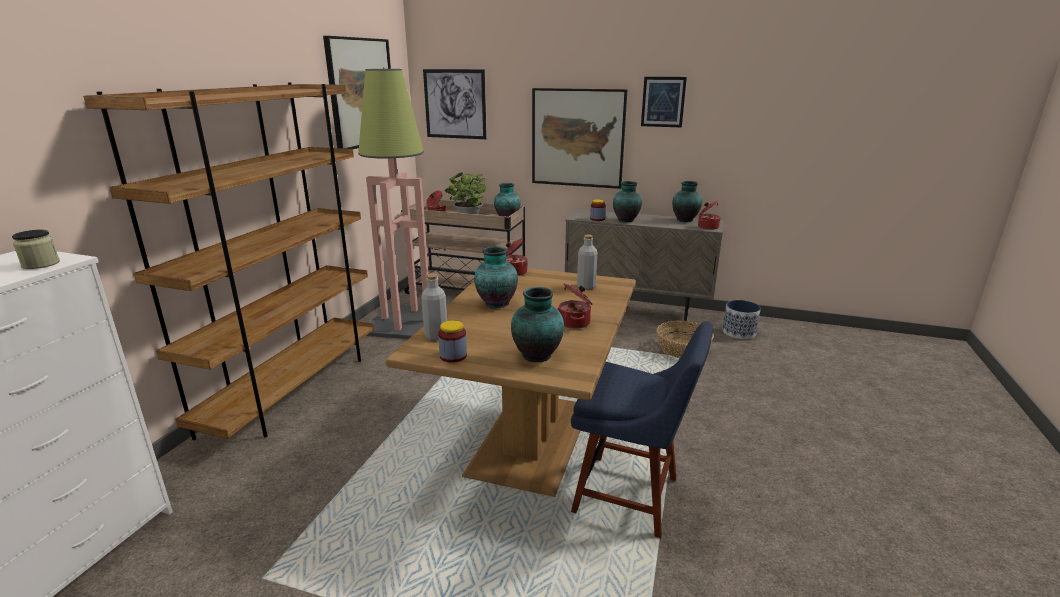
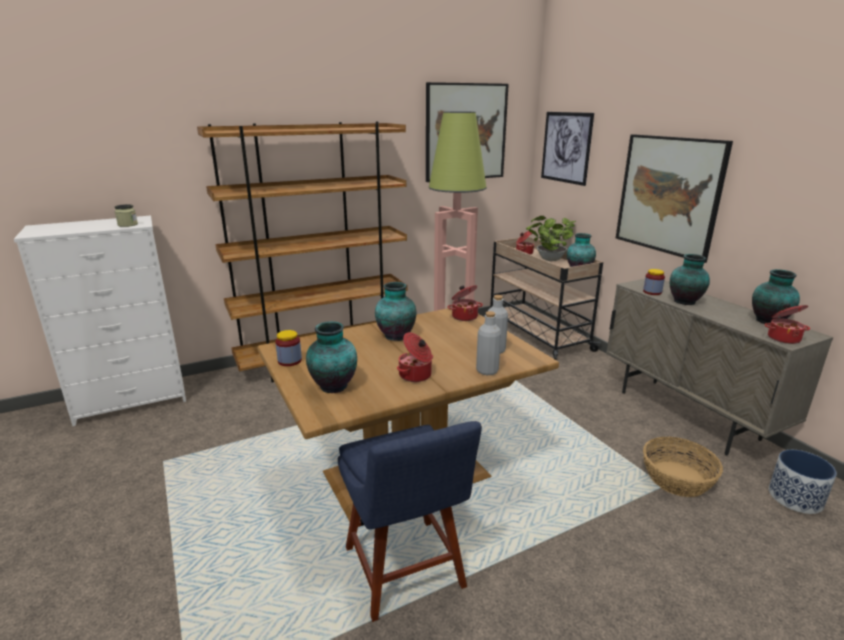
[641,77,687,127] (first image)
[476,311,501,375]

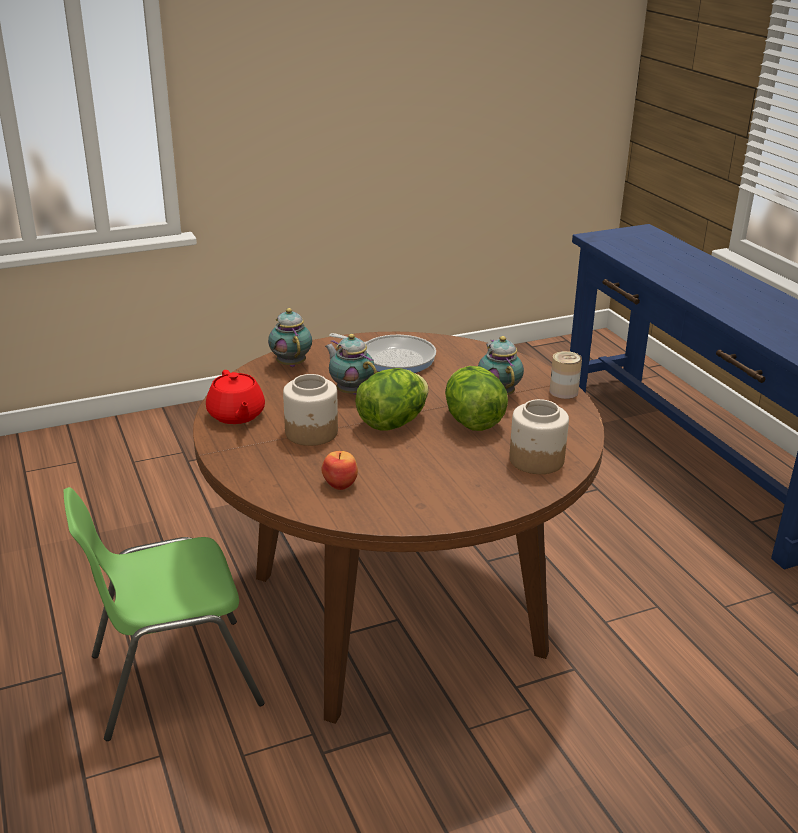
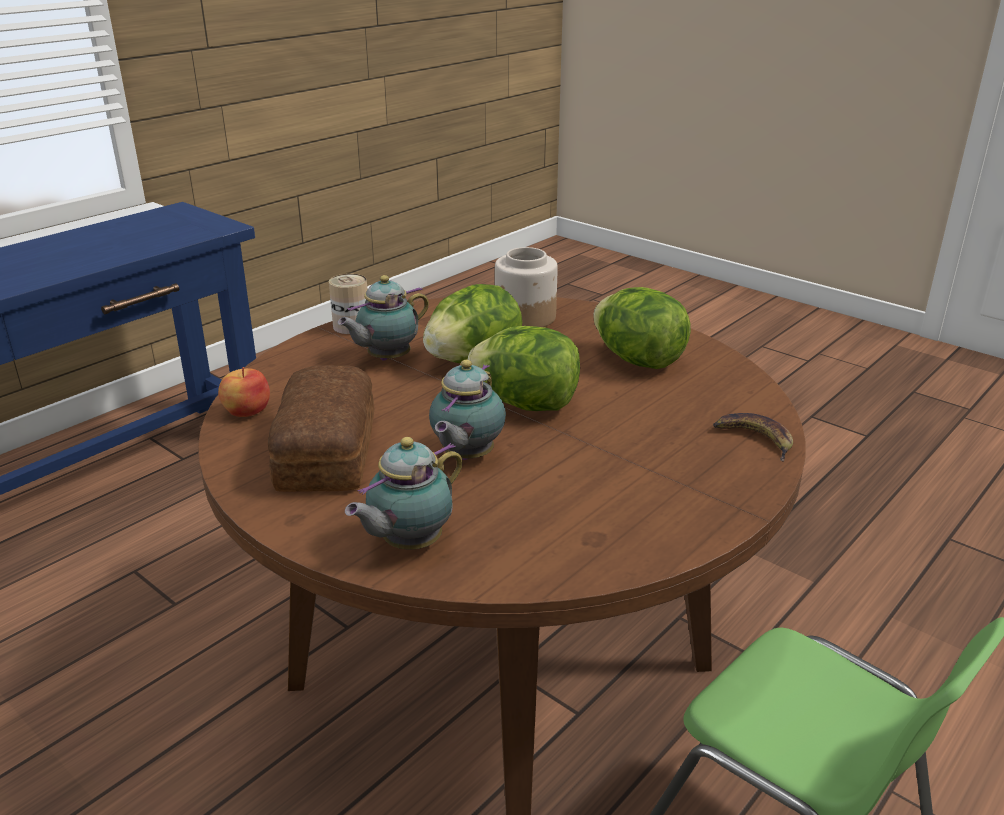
[268,365,374,492]
[206,370,265,424] (first image)
[283,374,338,446] (first image)
[218,367,270,417]
[593,287,691,369]
[713,413,793,462]

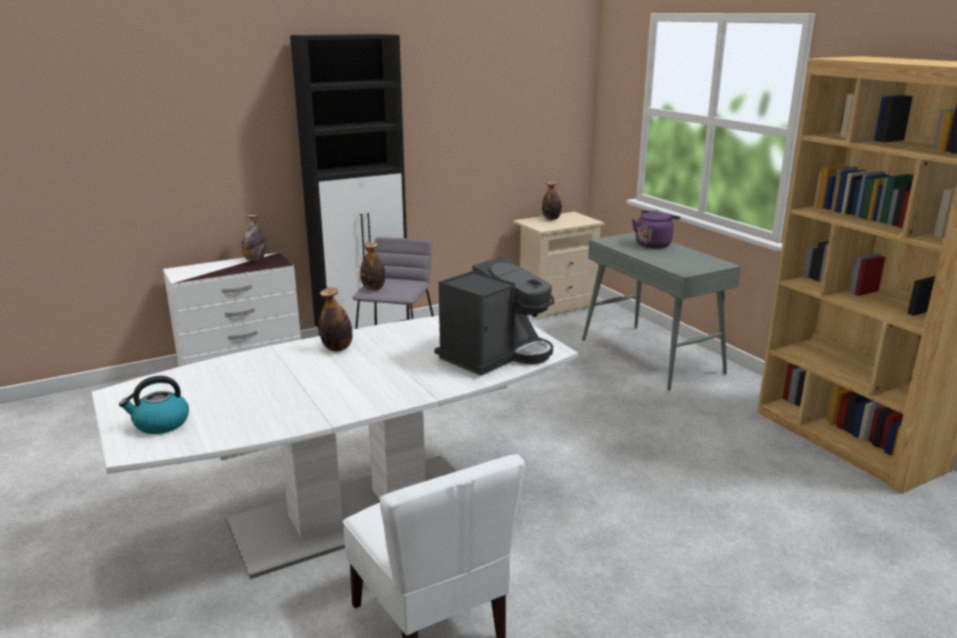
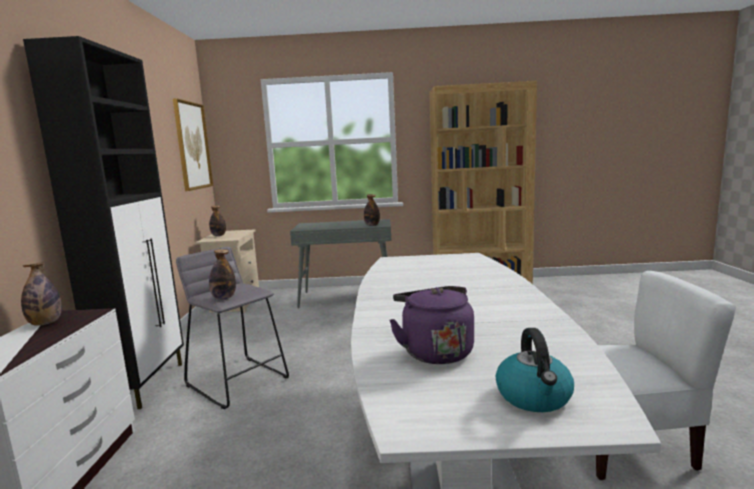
[389,286,474,364]
[435,256,555,376] (first image)
[364,194,380,226]
[173,98,213,191]

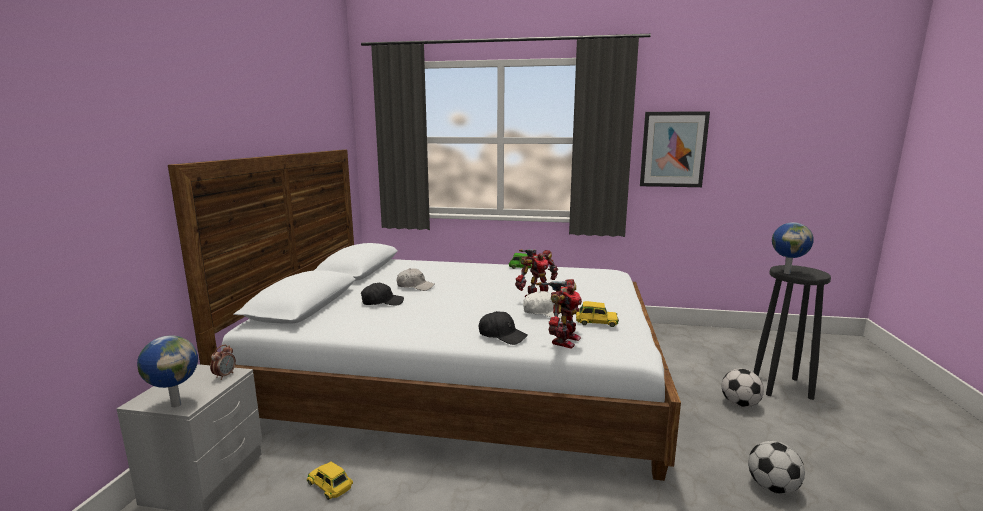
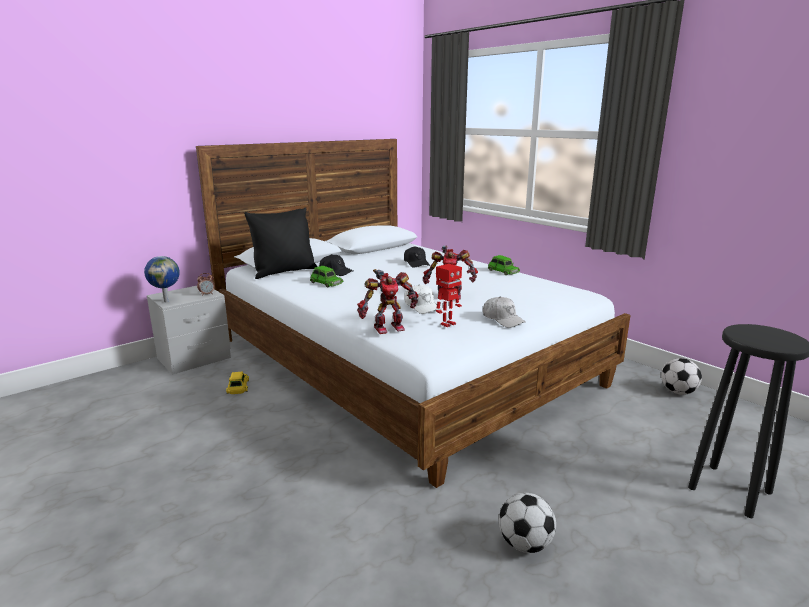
[640,111,710,187] (first image)
[772,222,814,274] (first image)
[483,296,526,328]
[436,264,462,327]
[404,246,430,268]
[661,358,702,395]
[244,207,317,279]
[310,266,343,287]

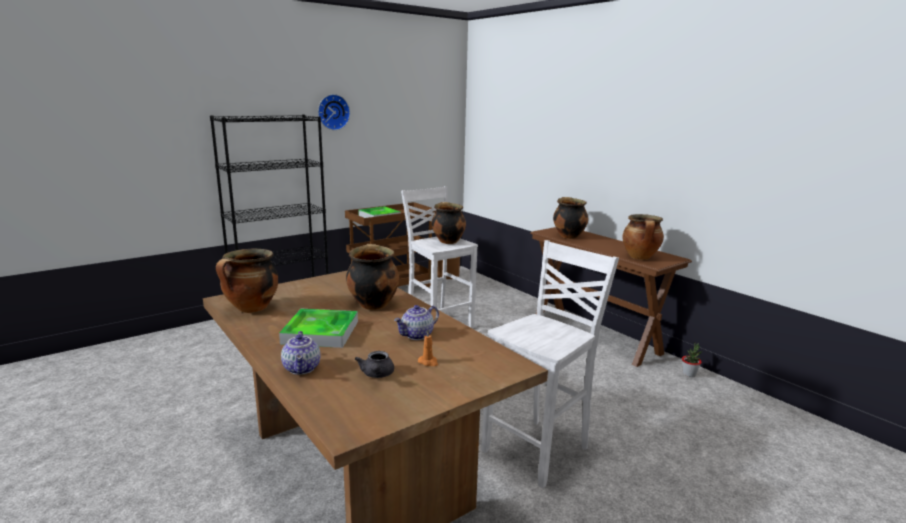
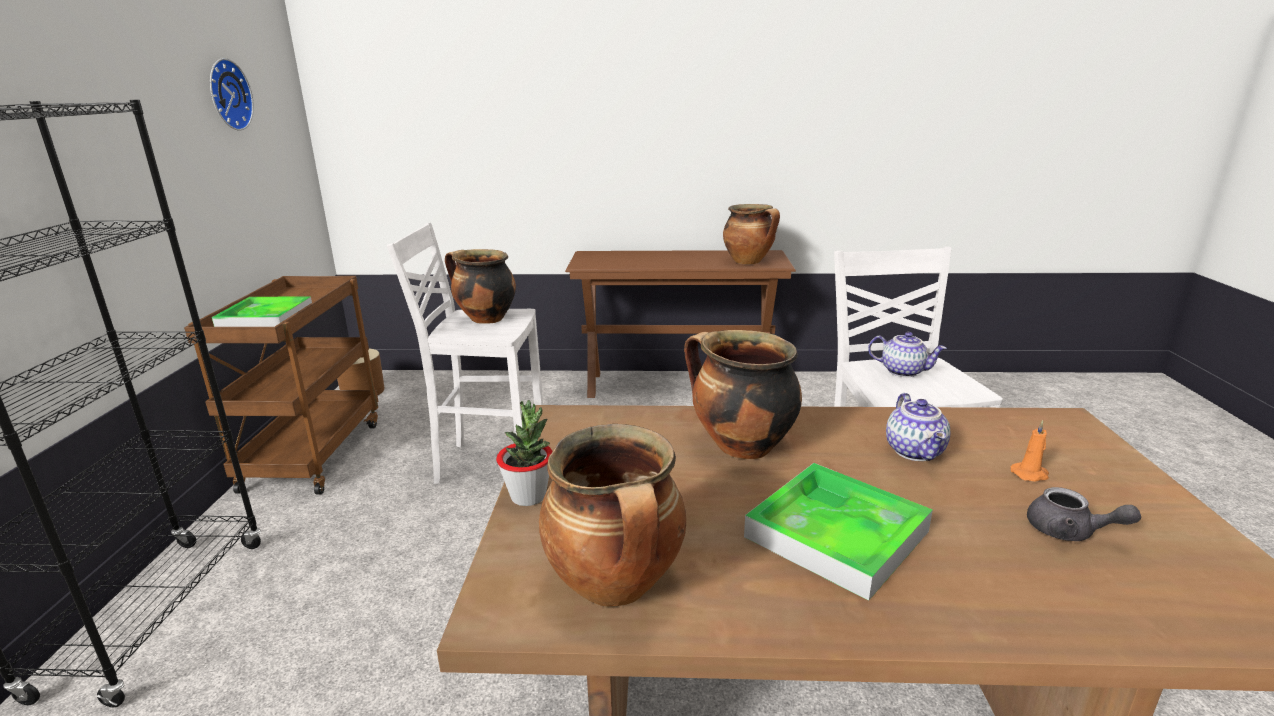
[210,58,254,131]
[553,197,588,239] (first image)
[868,332,947,377]
[496,400,553,506]

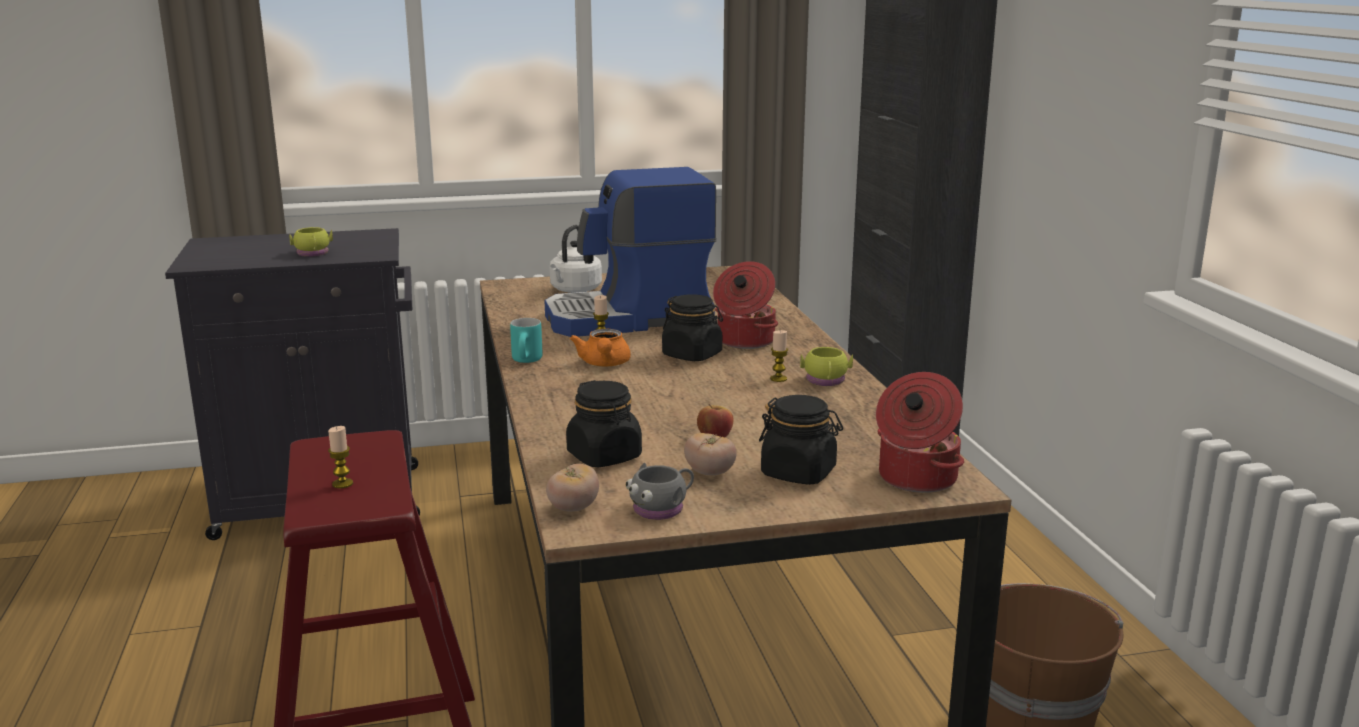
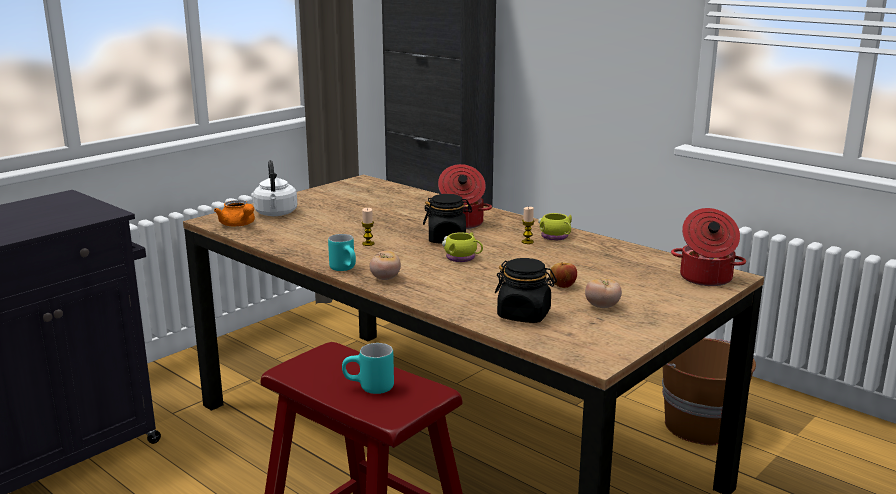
[544,167,717,337] (first image)
[442,232,483,262]
[214,200,255,227]
[759,395,843,485] (first image)
[342,343,394,394]
[626,463,694,520] (first image)
[370,251,401,280]

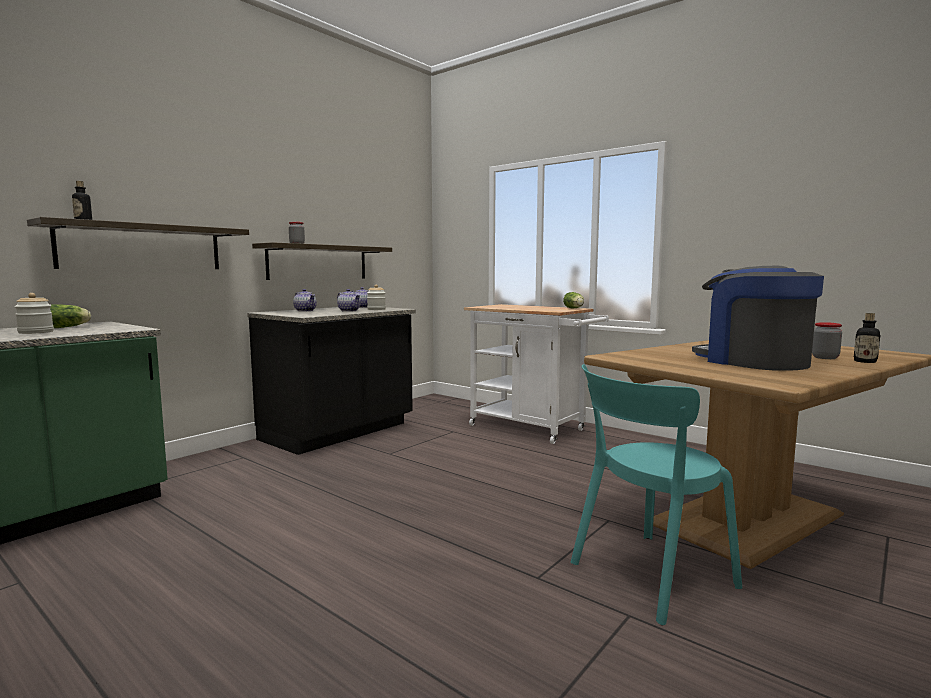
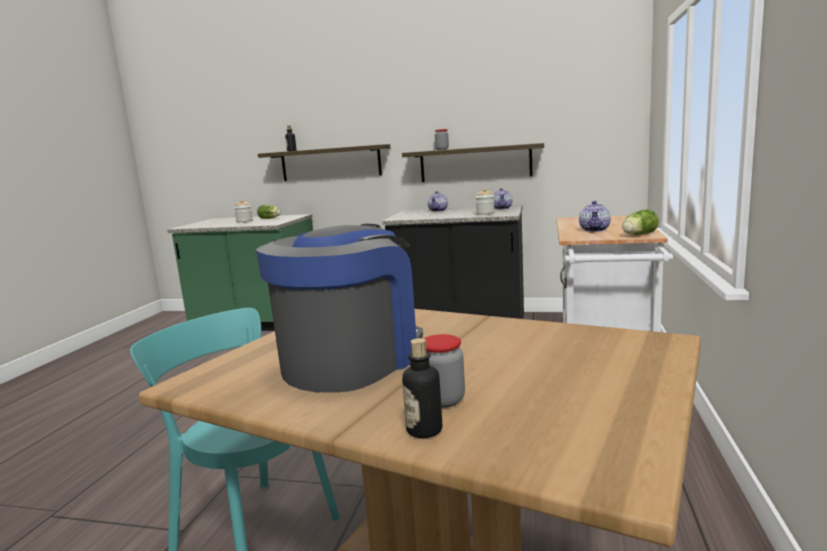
[579,201,611,232]

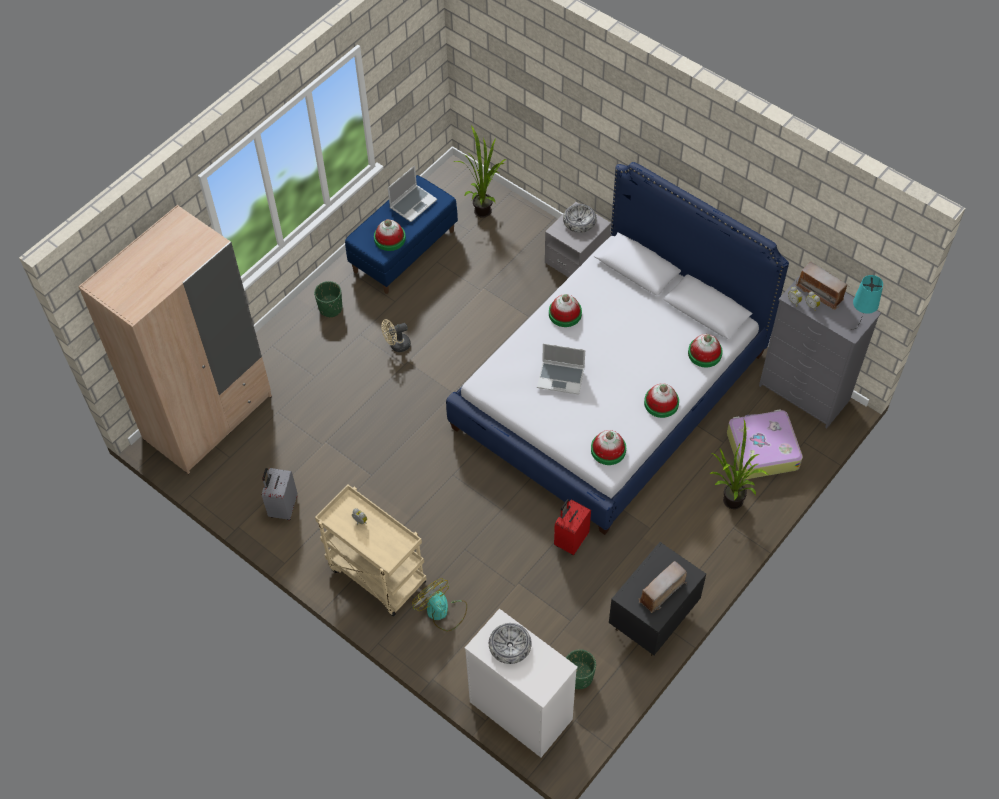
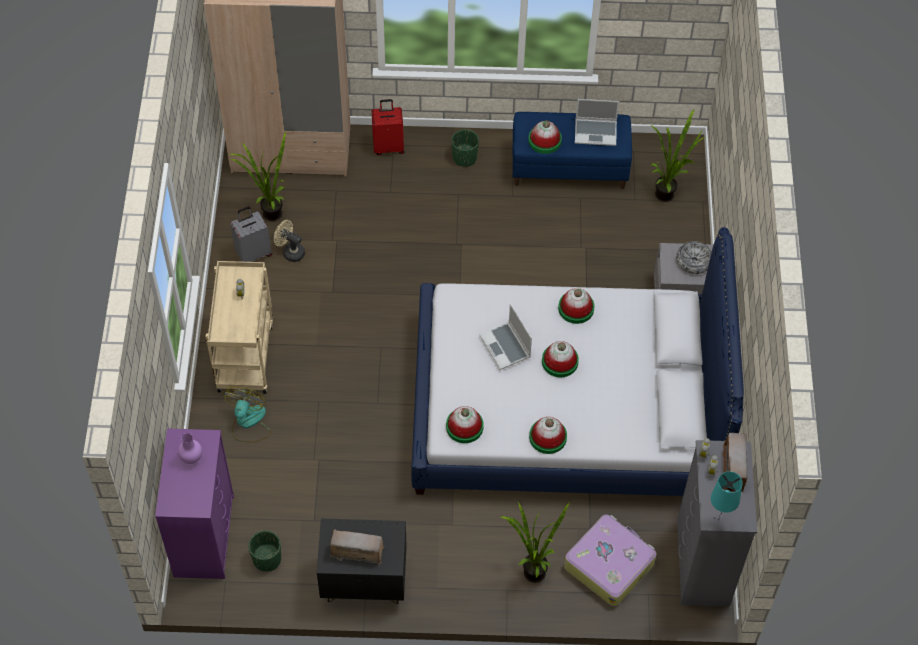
[274,220,305,262]
[542,341,579,377]
[372,99,404,156]
[155,429,234,579]
[178,433,202,464]
[227,131,286,221]

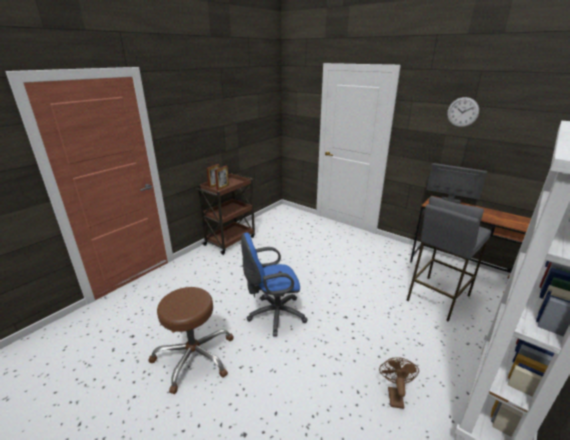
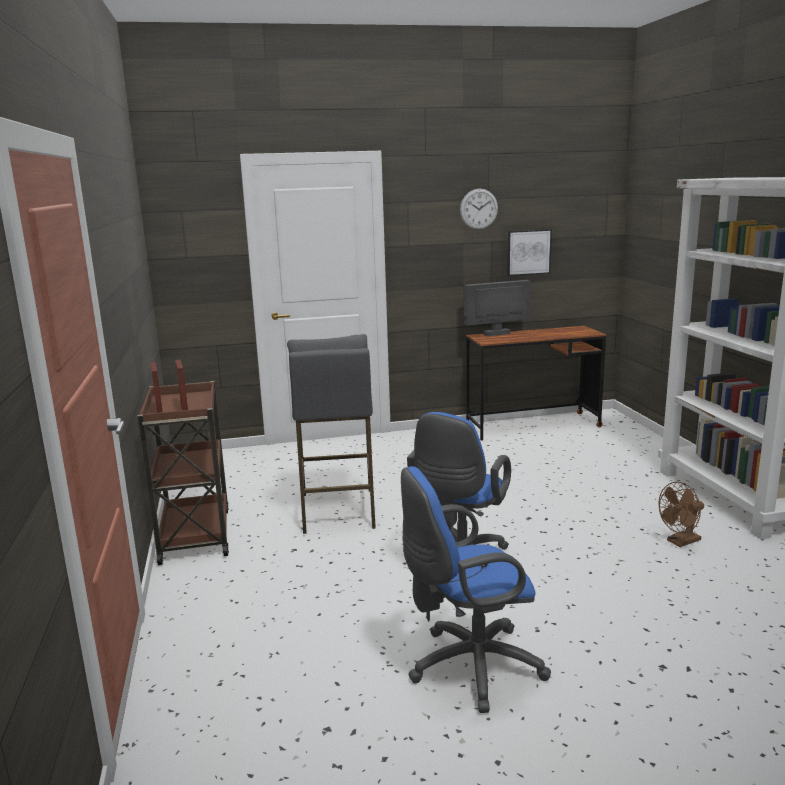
[287,334,376,534]
[401,466,551,713]
[658,482,704,547]
[507,229,552,276]

